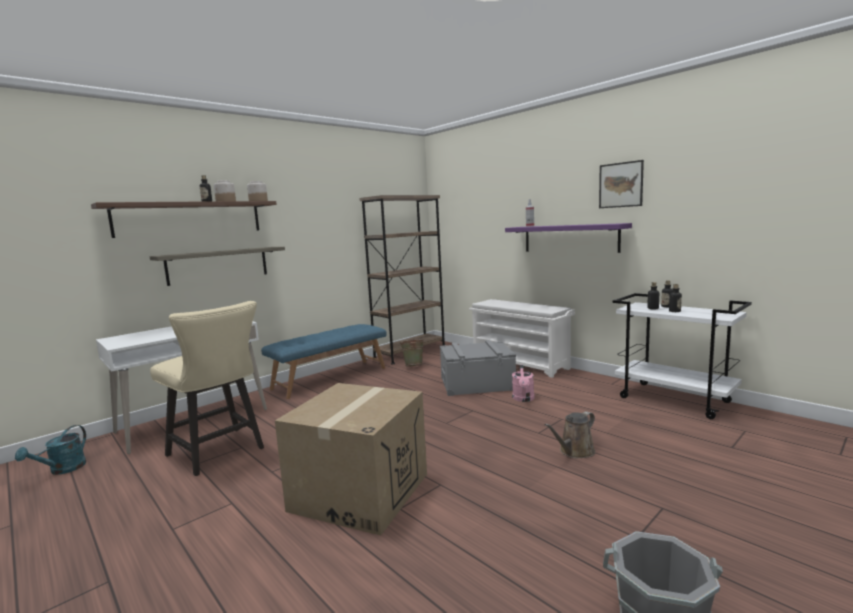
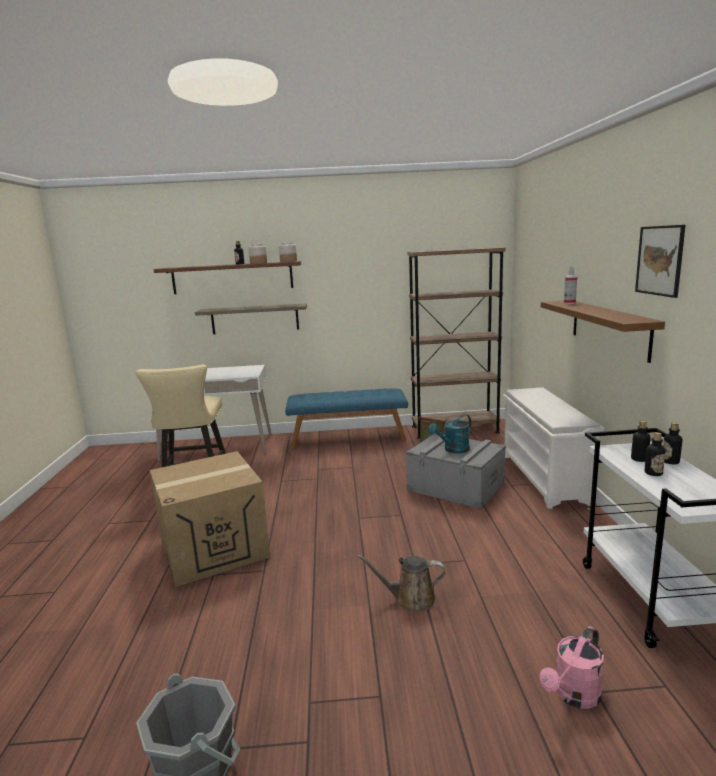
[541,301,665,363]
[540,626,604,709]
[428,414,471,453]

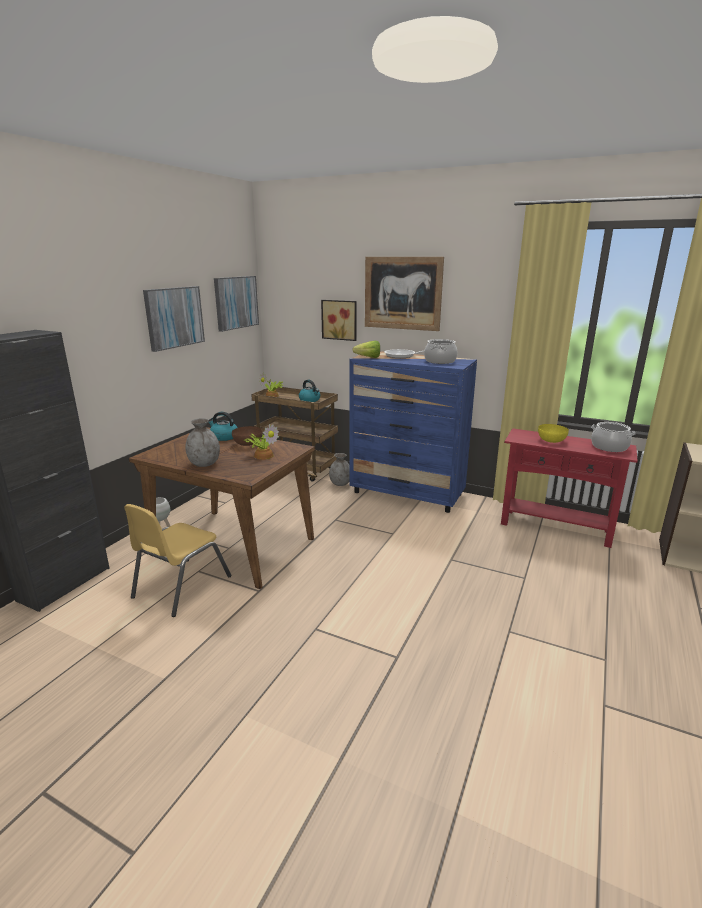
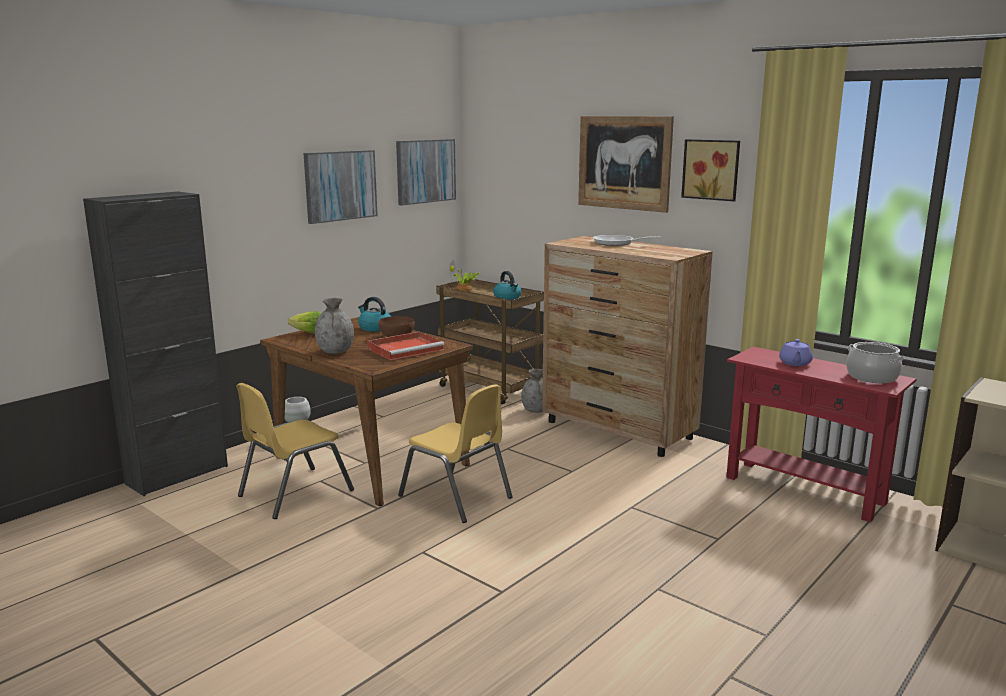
[681,139,740,201]
[424,339,458,364] (first image)
[288,311,321,334]
[542,236,712,457]
[367,332,444,360]
[779,339,813,366]
[398,385,512,523]

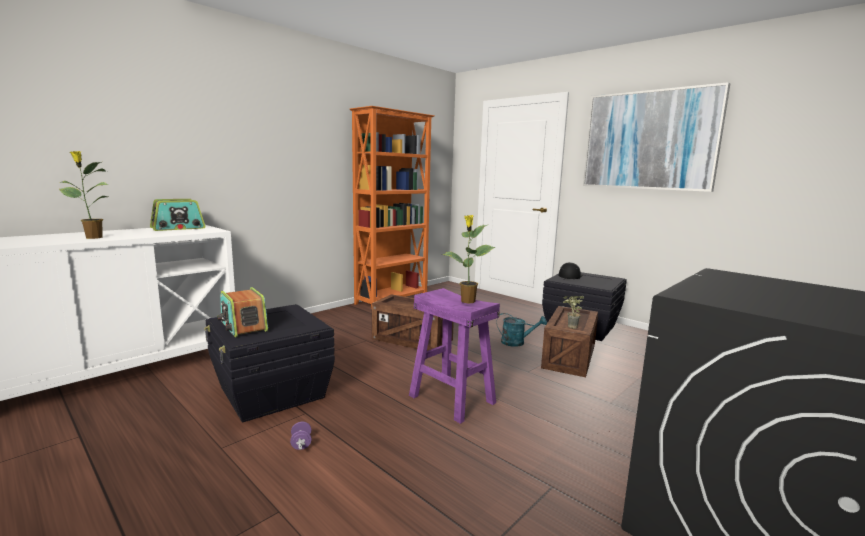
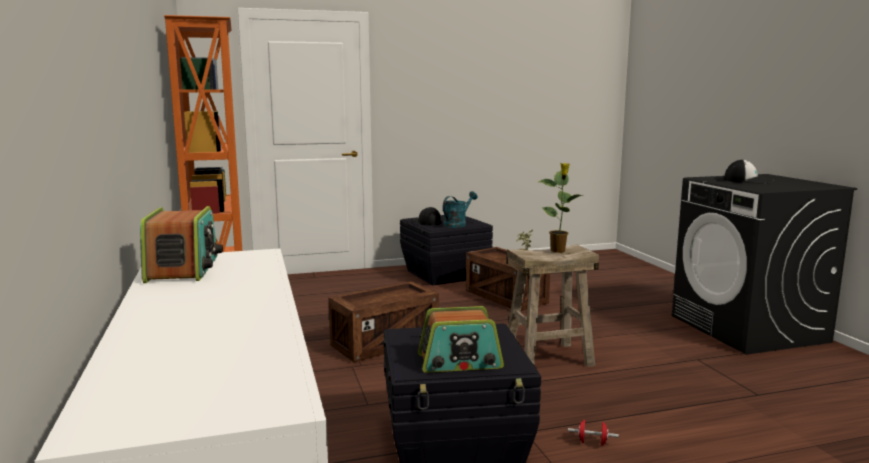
[583,82,730,192] (first image)
[60,151,109,239] (first image)
[506,244,599,367]
[443,191,477,228]
[568,420,619,446]
[724,159,773,184]

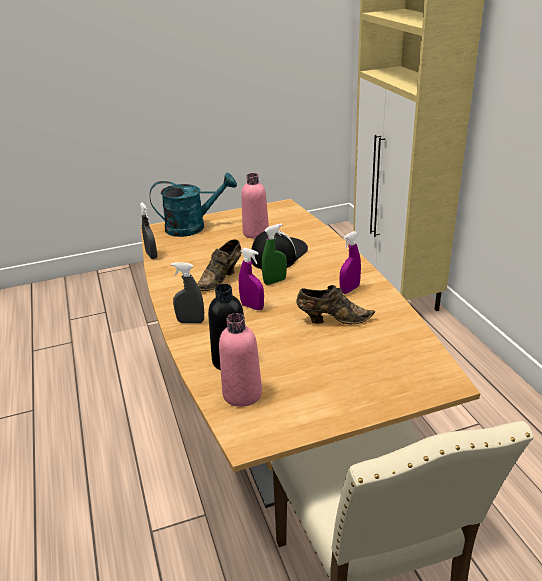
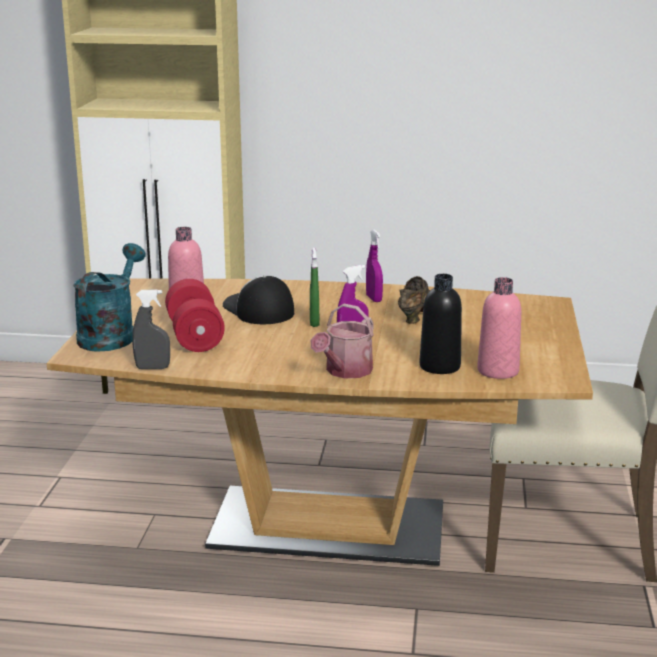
[197,239,242,291] (first image)
[311,303,374,378]
[165,279,225,352]

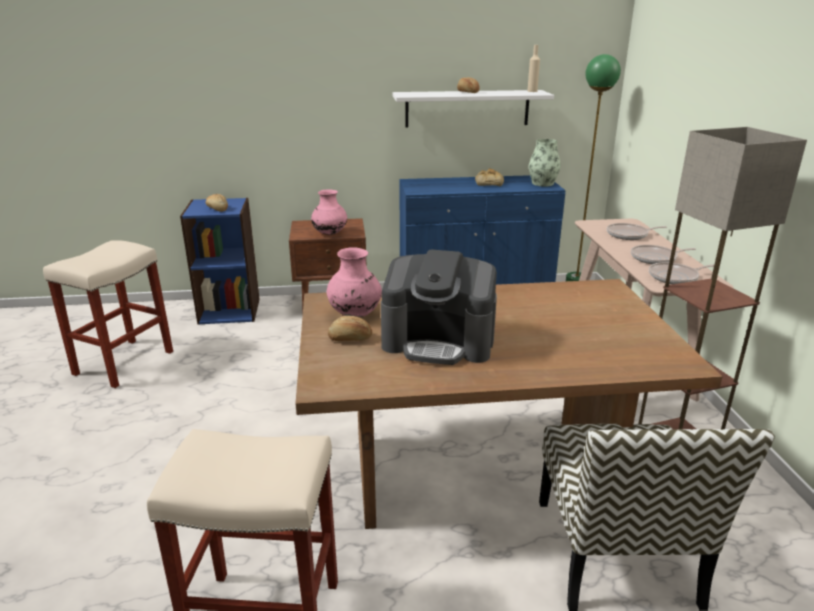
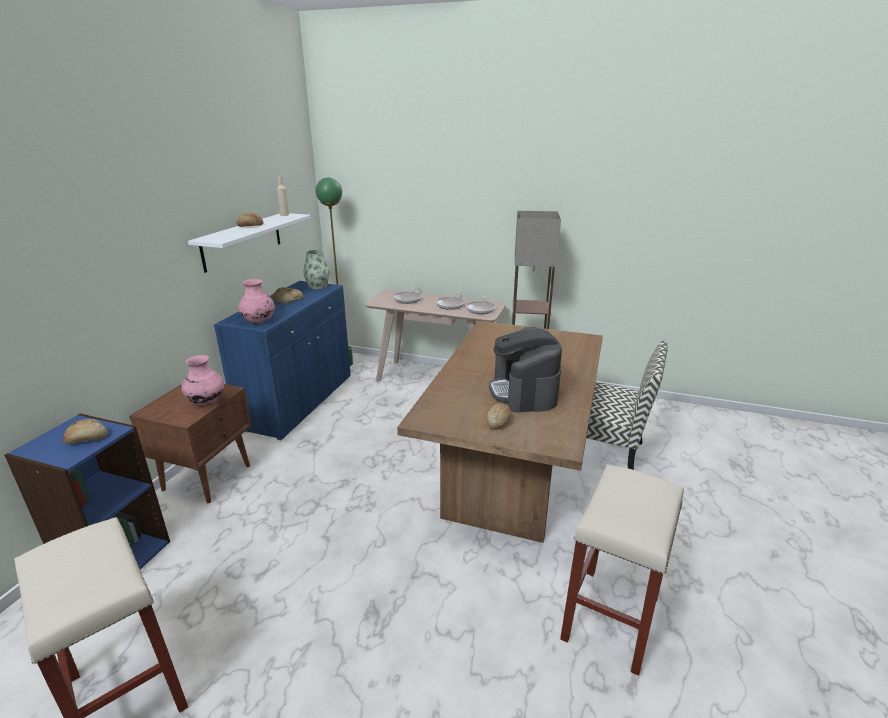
[238,279,275,323]
[489,327,562,413]

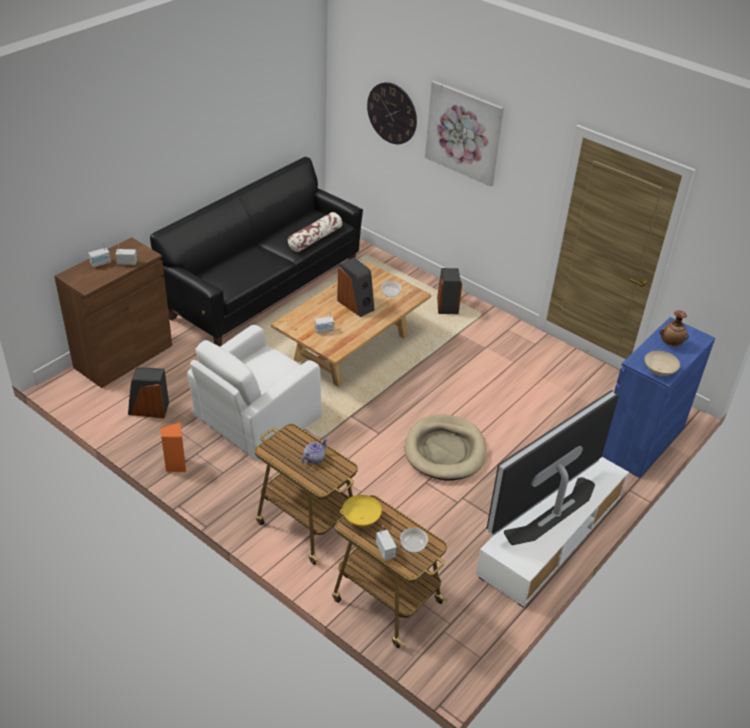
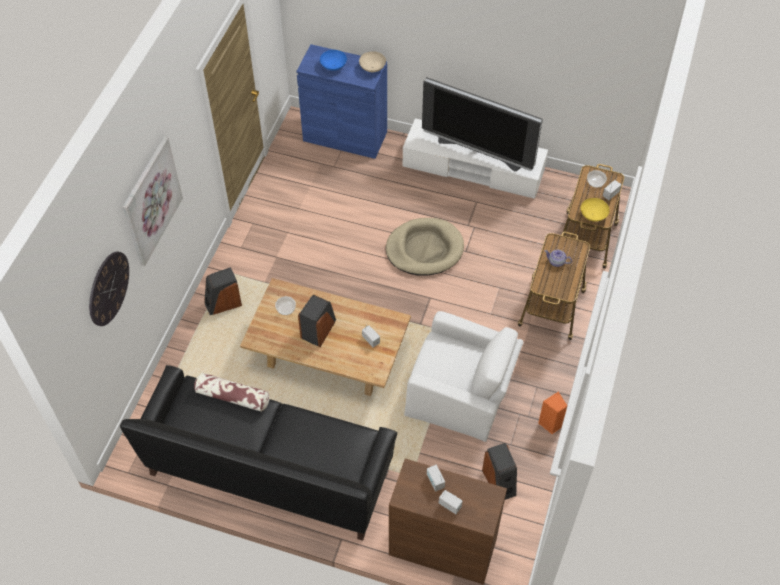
[320,50,347,71]

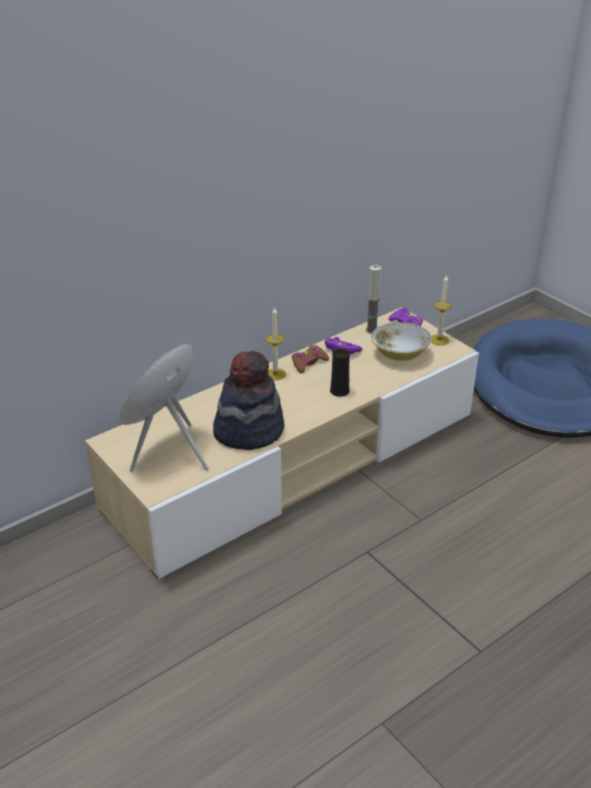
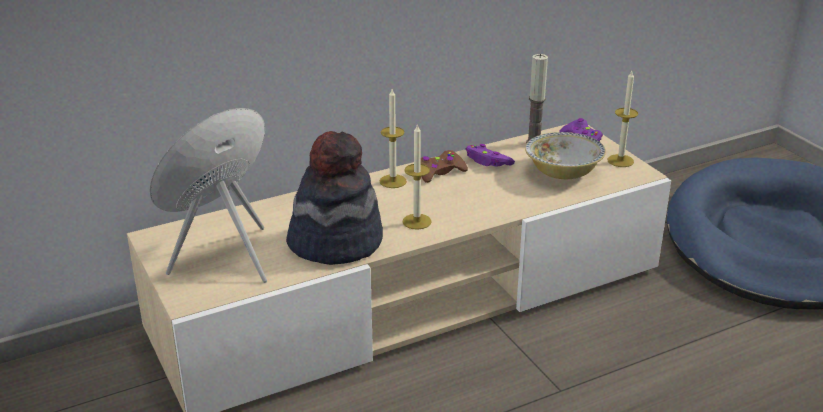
[330,348,350,397] (first image)
[403,123,432,230]

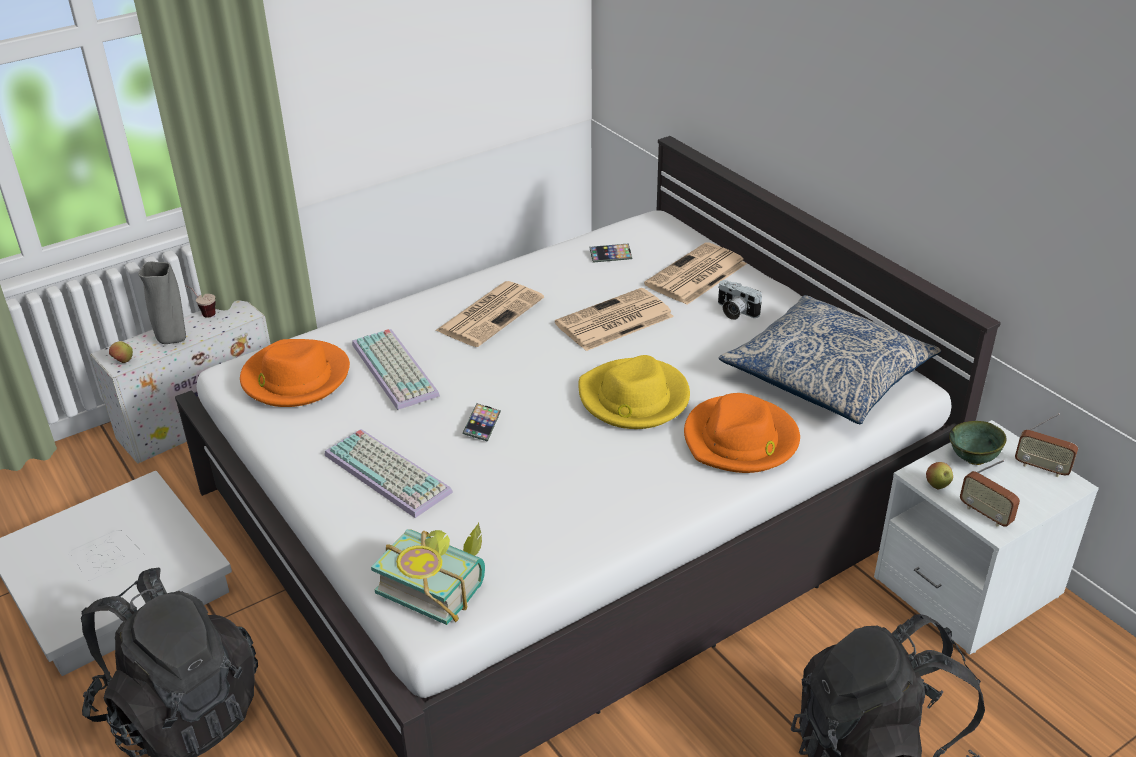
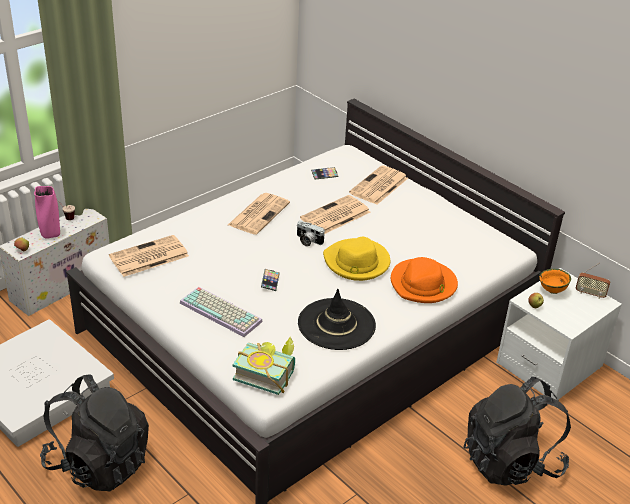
[34,186,60,239]
[297,221,325,247]
[719,295,941,424] (first image)
[352,329,440,410] (first image)
[109,235,189,277]
[539,269,571,294]
[960,460,1020,527] (first image)
[298,289,376,350]

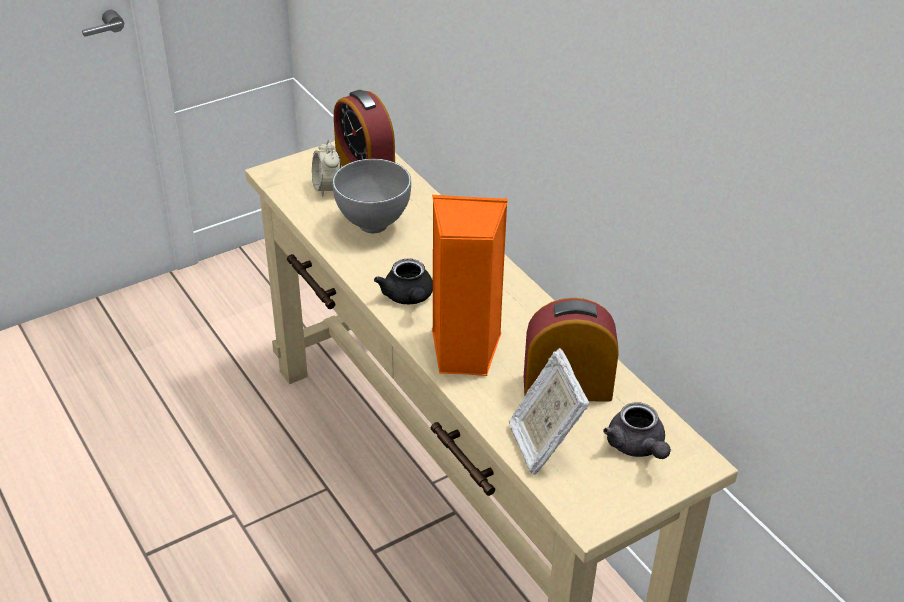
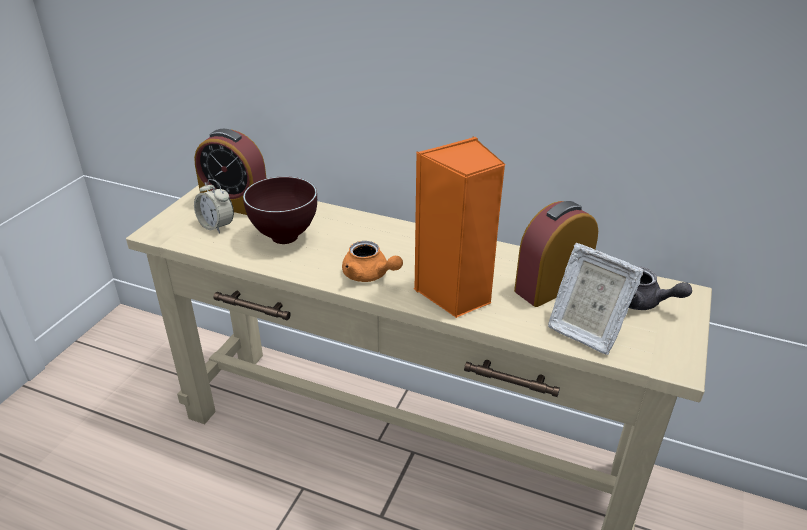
[243,176,317,244]
[342,241,403,282]

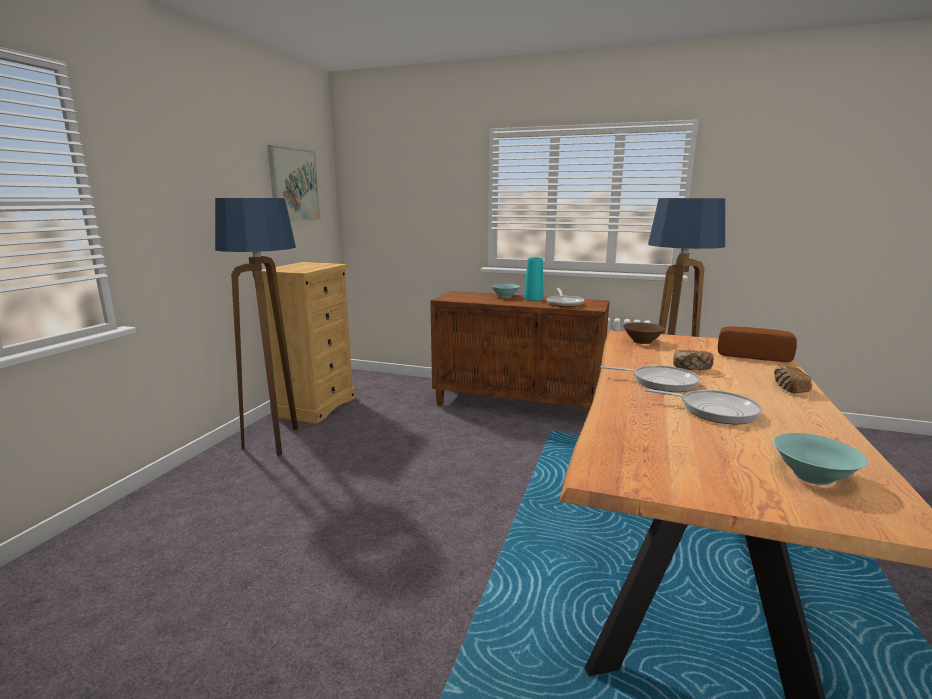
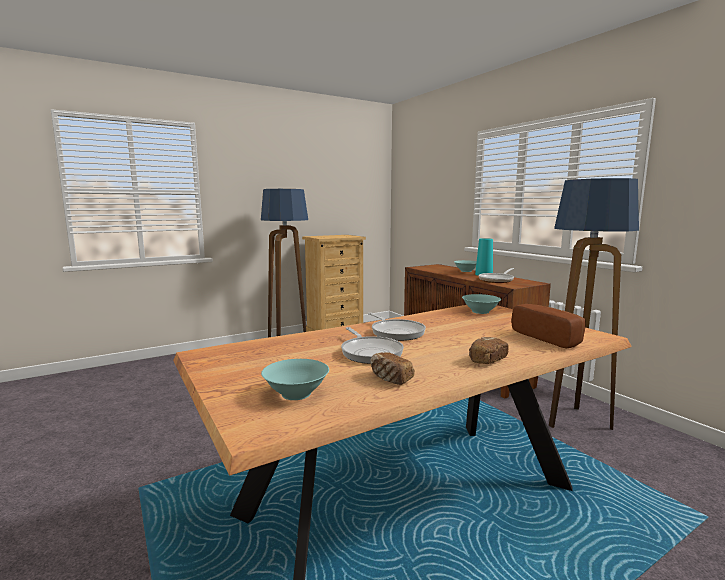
[267,145,320,222] (first image)
[462,294,501,314]
[371,353,415,385]

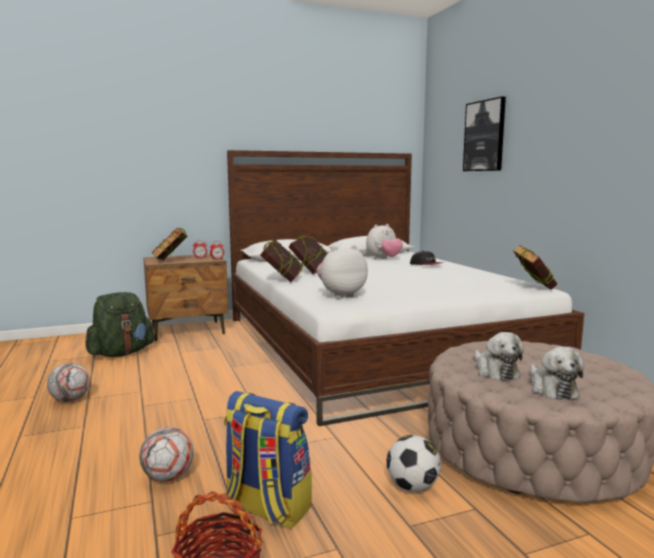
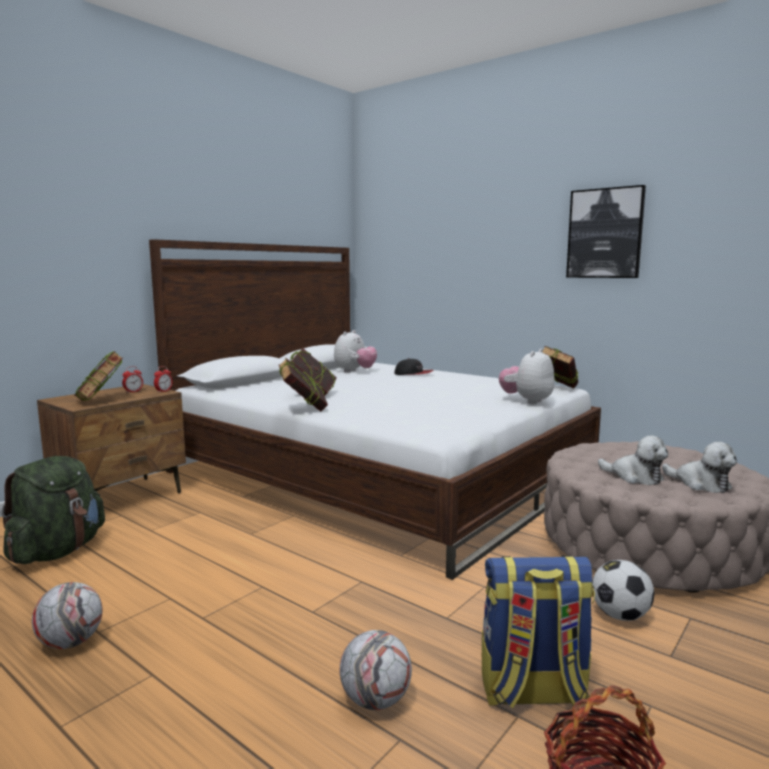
[566,185,646,278]
[499,349,555,404]

